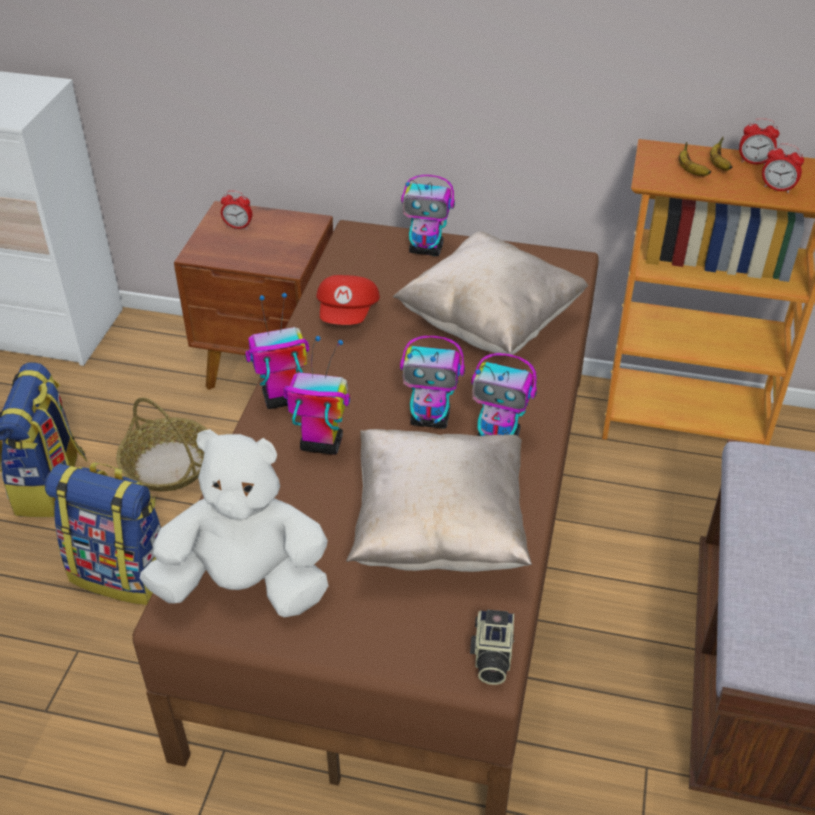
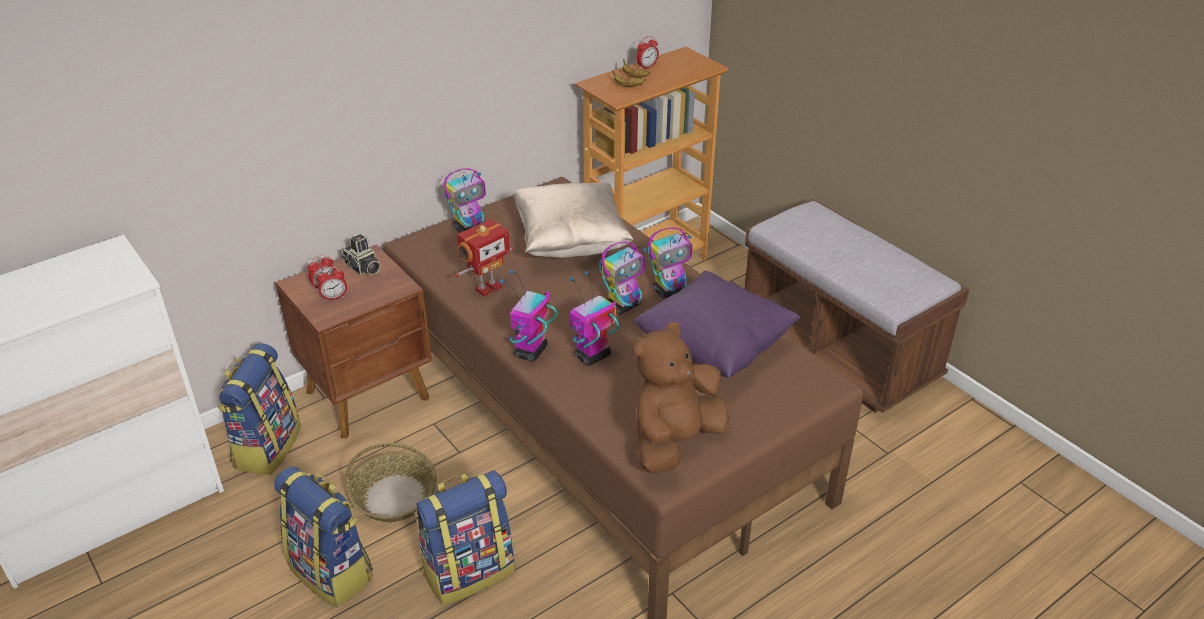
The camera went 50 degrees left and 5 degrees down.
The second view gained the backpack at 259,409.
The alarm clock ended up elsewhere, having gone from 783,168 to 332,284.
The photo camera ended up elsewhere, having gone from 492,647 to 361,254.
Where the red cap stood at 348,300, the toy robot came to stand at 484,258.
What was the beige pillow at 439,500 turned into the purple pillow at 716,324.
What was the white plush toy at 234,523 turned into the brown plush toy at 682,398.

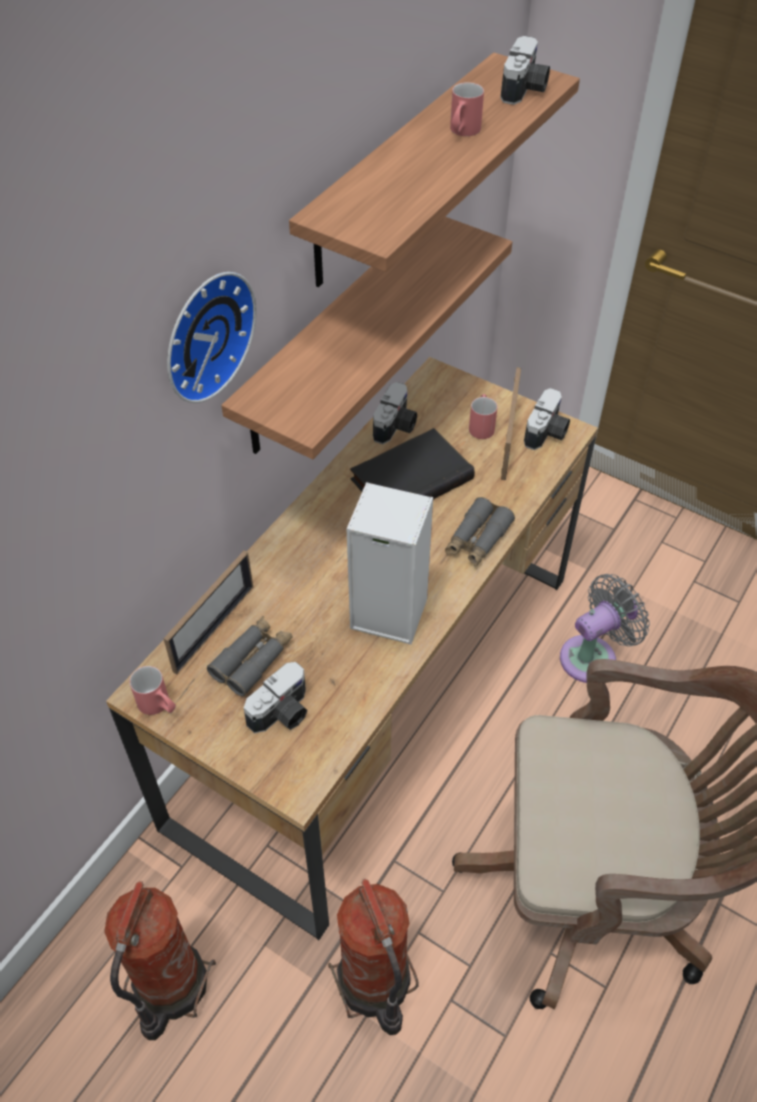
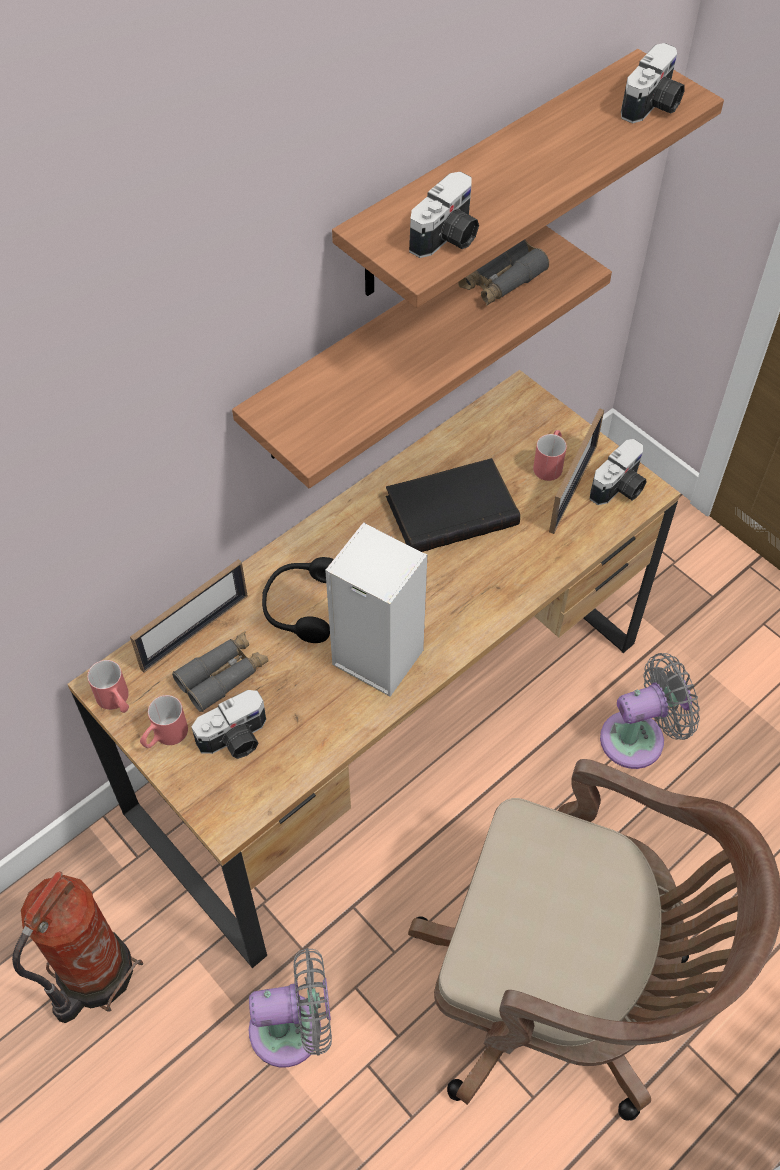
The camera went 15 degrees right and 5 degrees up.
The red mug ended up elsewhere, having gone from 467,109 to 164,721.
Where the fire extinguisher stood at 373,957, the grey fan came to stand at 290,1007.
The second view gained the black headphones at 298,600.
The photo camera ended up elsewhere, having gone from 395,413 to 444,214.
The grey binoculars ended up elsewhere, having gone from 480,532 to 503,272.
The second view lost the wall clock at 211,337.

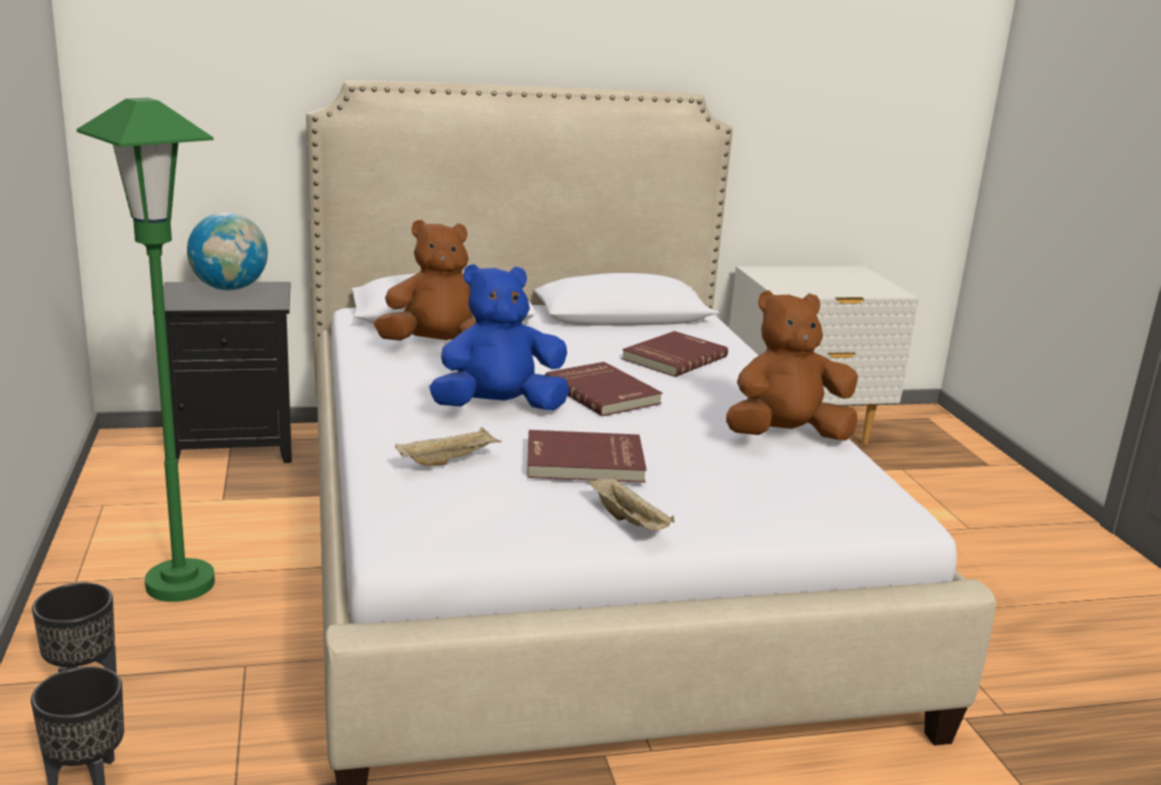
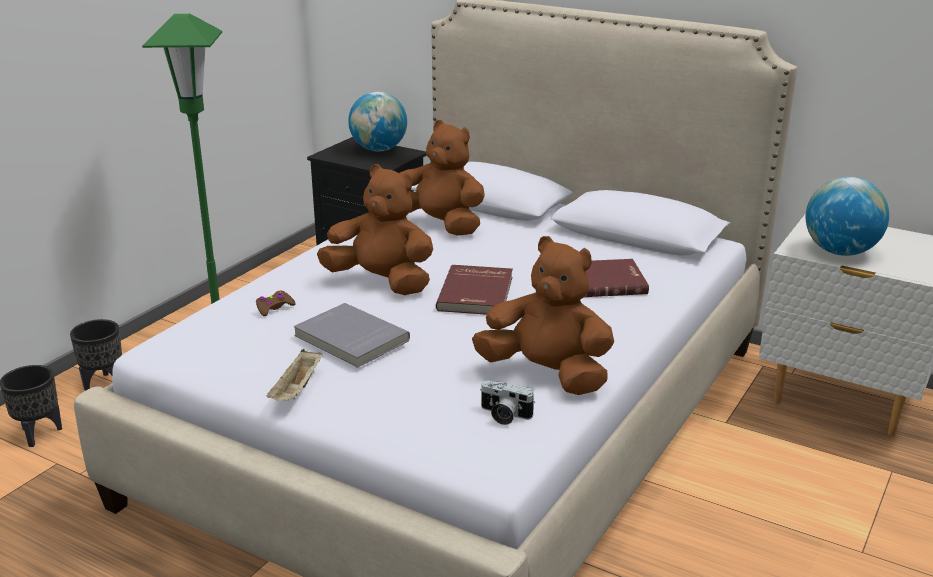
The camera went 45 degrees right and 5 degrees up.
Where the beige tray stood at 448,446, the brown game controller came to stand at 276,303.
What was the red book at 587,456 turned into the grey book at 352,335.
What was the blue plush toy at 499,337 turned into the brown plush toy at 375,229.
The second view gained the photo camera at 507,403.
The second view gained the globe at 847,216.

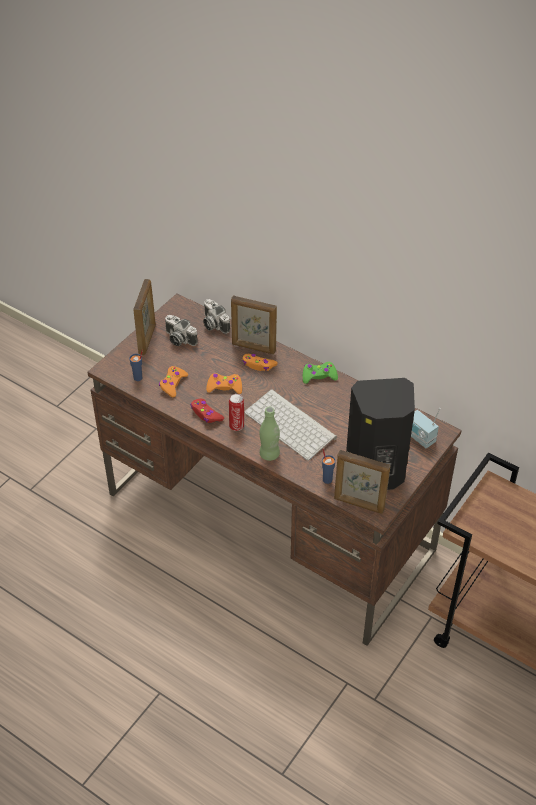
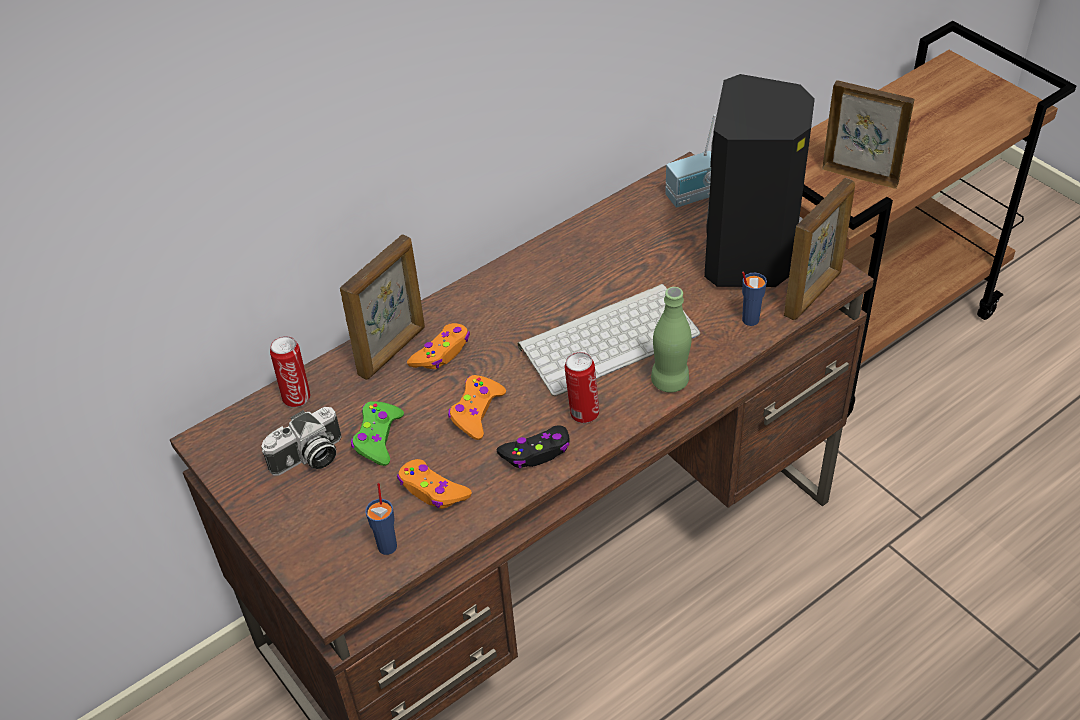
The camera went 70 degrees left and 0 degrees up.
Where the photo camera stood at 216,316, the can came to stand at 290,371.
The green game controller ended up elsewhere, having gone from 320,373 to 377,433.
What was the red game controller at 207,411 turned into the black game controller at 533,446.
The picture frame ended up elsewhere, having gone from 144,317 to 868,134.

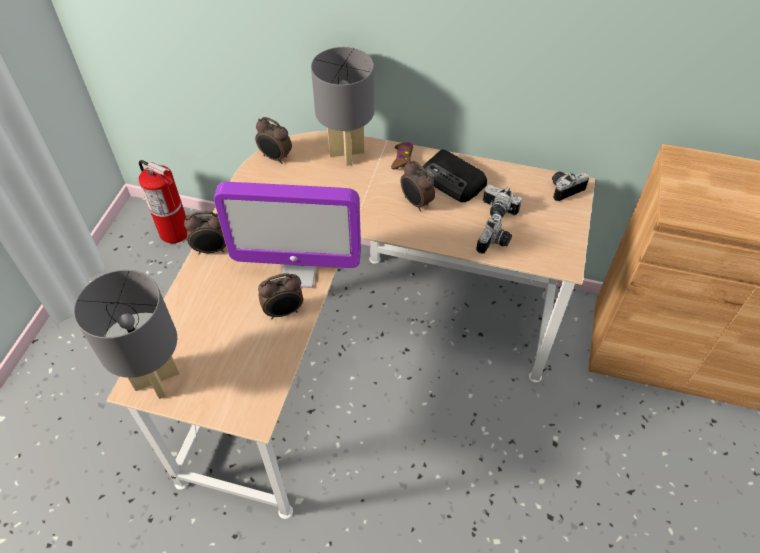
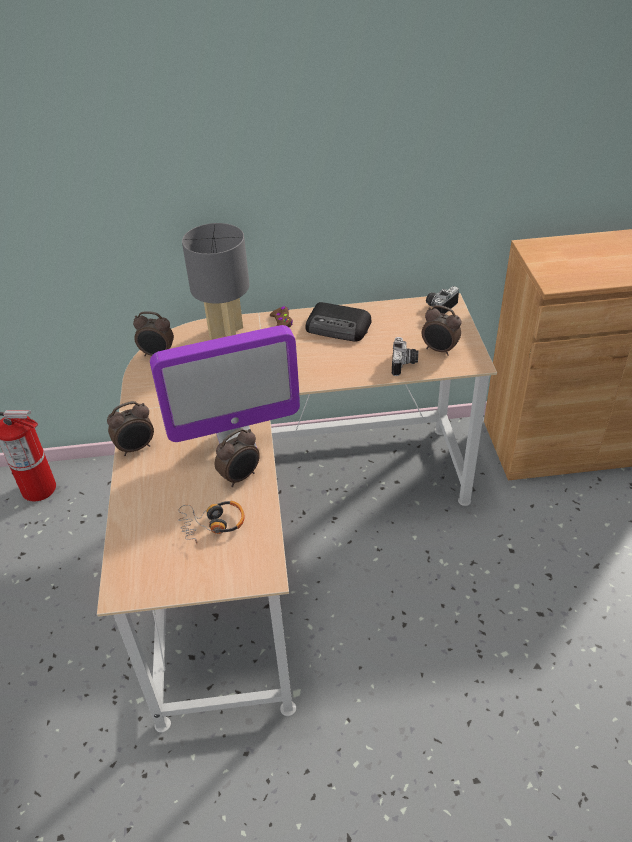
The camera went 20 degrees left and 10 degrees down.
The second view gained the headphones at 211,522.
The alarm clock ended up elsewhere, having gone from 418,185 to 441,330.
The second view lost the grey table lamp at 127,334.
The second view lost the photo camera at 502,201.

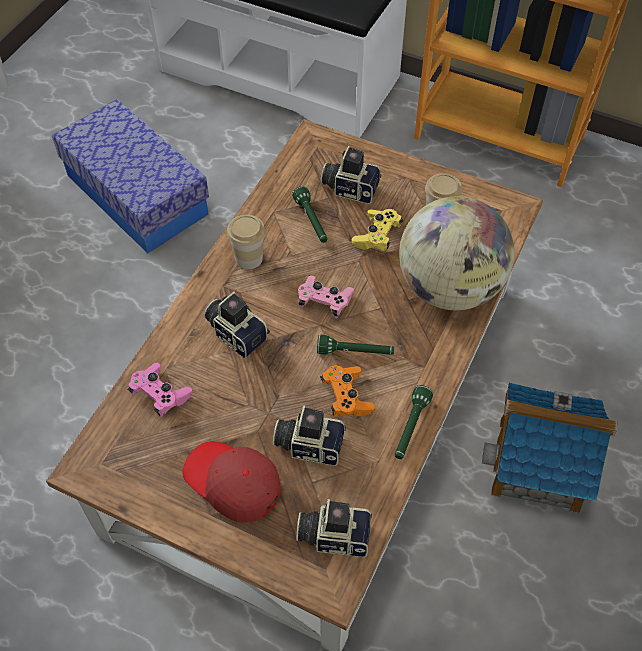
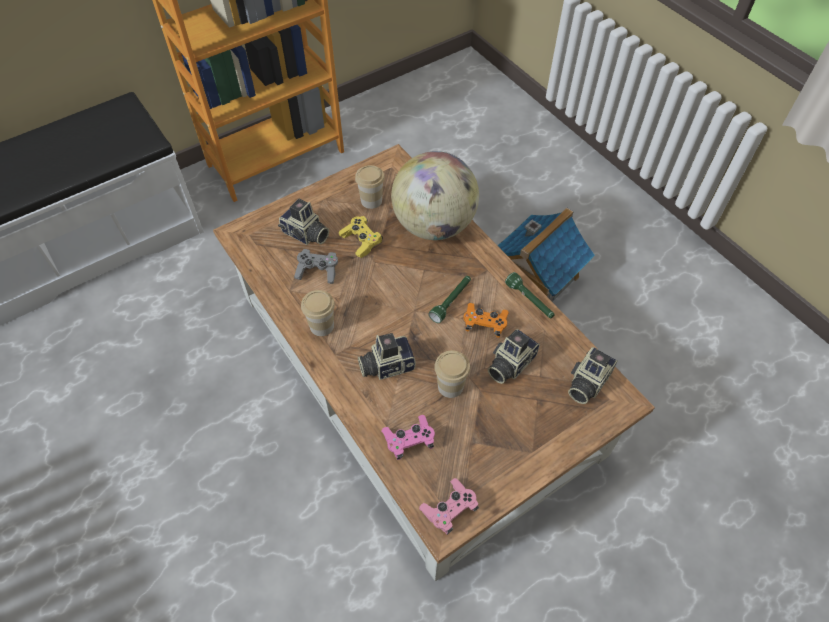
The camera went 60 degrees left and 0 degrees up.
The photo camera at 351,175 ended up facing another way, 105 degrees counterclockwise from before.
Where the green flashlight stood at 309,214, the grey game controller came to stand at 316,266.
The pink game controller ended up elsewhere, having gone from 326,297 to 449,506.
The second view gained the cup at 452,374.
The second view lost the storage box at 130,176.
The second view lost the red cap at 232,482.

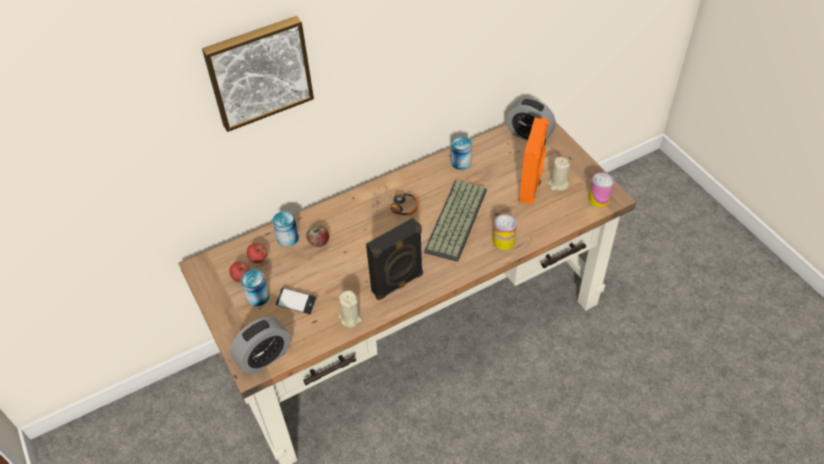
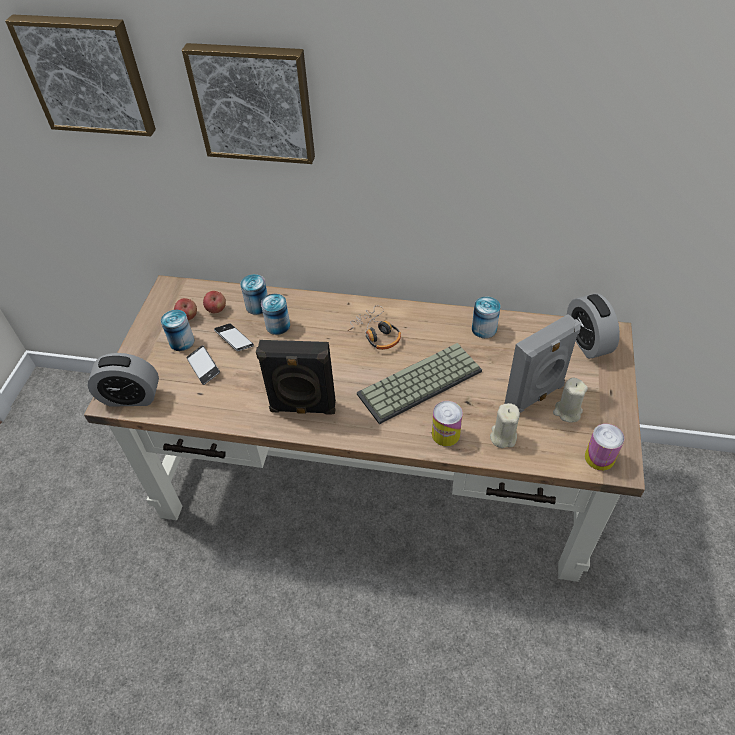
The camera went 40 degrees right and 0 degrees up.
The second view gained the picture at 80,75.
The second view gained the phone at 234,337.
Where the apple stood at 317,236, the can came to stand at 275,314.
The beige candle ended up elsewhere, having gone from 350,309 to 505,425.
What was the orange speaker at 534,161 turned into the grey speaker at 542,363.

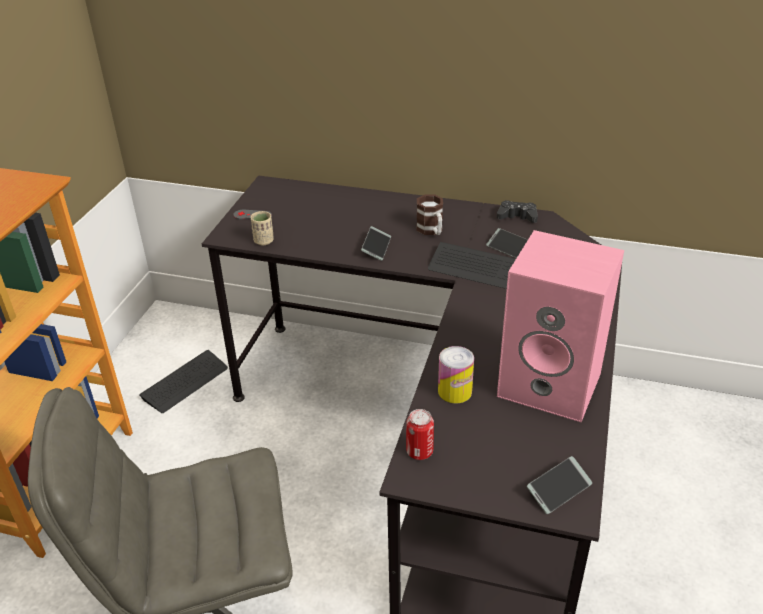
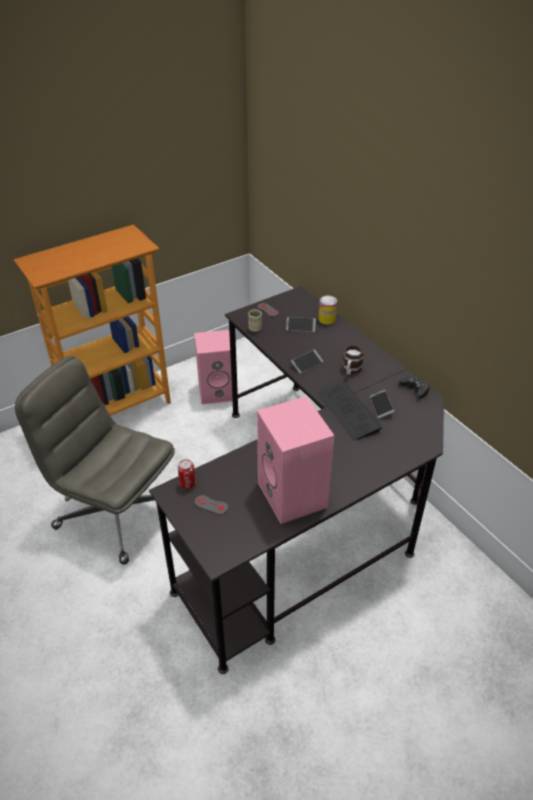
The camera went 40 degrees right and 5 degrees up.
Where the keyboard stood at 183,381, the pink speaker came to stand at 213,367.
The second view gained the grey game controller at 211,504.
The phone ended up elsewhere, having gone from 559,485 to 301,324.
The can ended up elsewhere, having gone from 456,374 to 328,310.

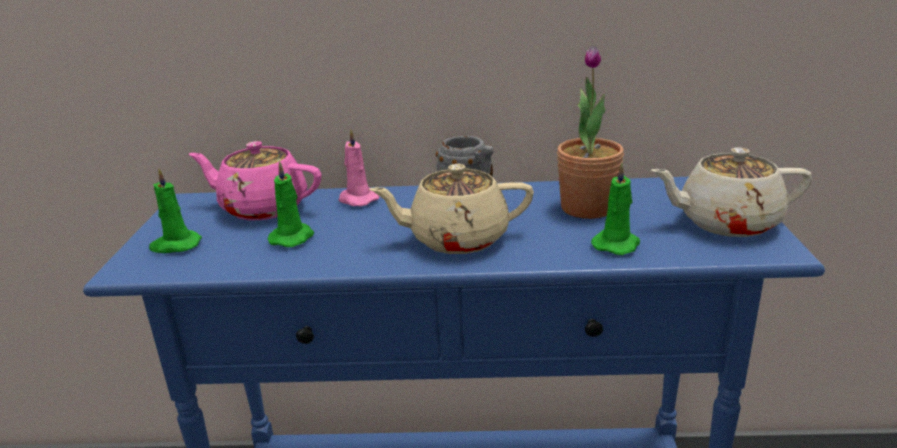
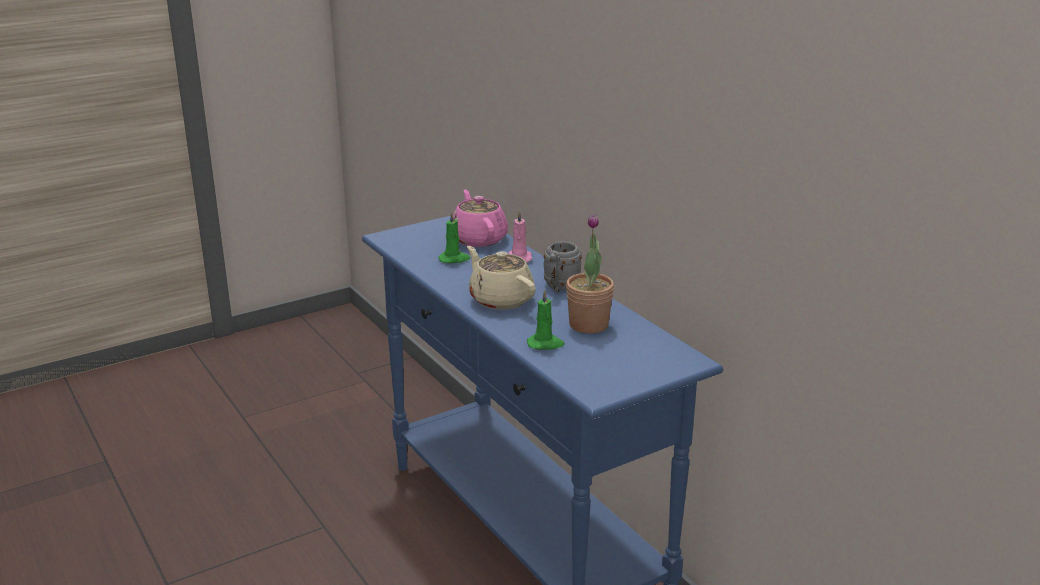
The camera went 55 degrees right and 0 degrees up.
The second view lost the green candle at 175,210.
The second view lost the beige teapot at 732,192.

